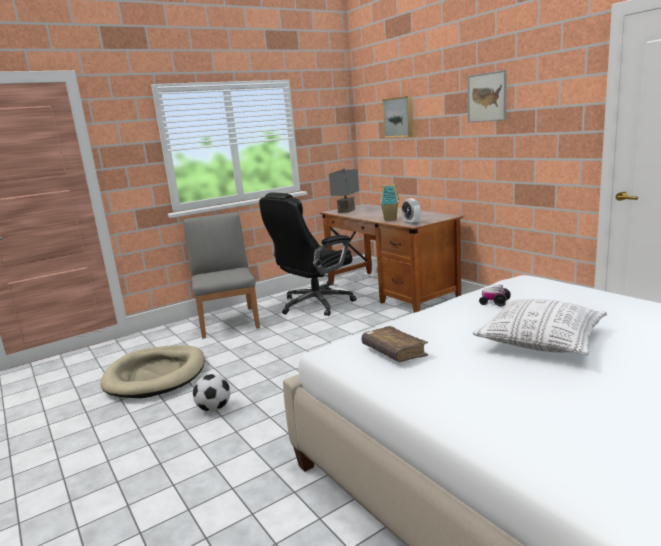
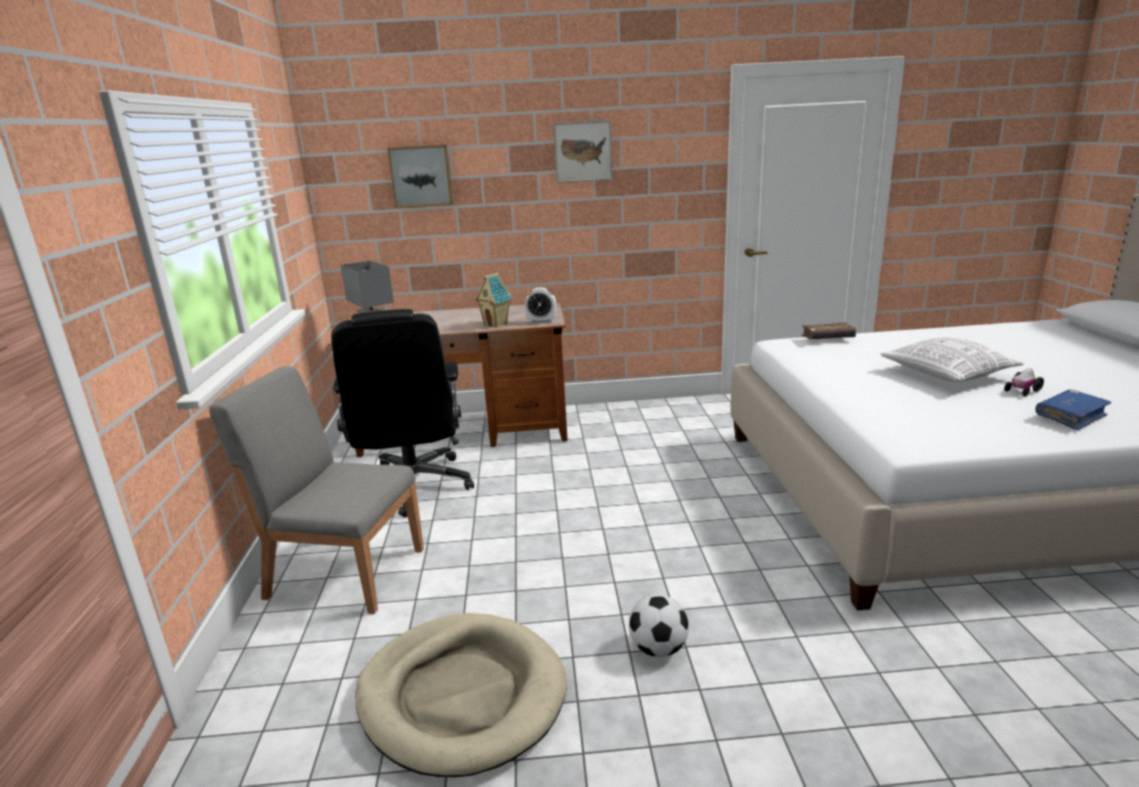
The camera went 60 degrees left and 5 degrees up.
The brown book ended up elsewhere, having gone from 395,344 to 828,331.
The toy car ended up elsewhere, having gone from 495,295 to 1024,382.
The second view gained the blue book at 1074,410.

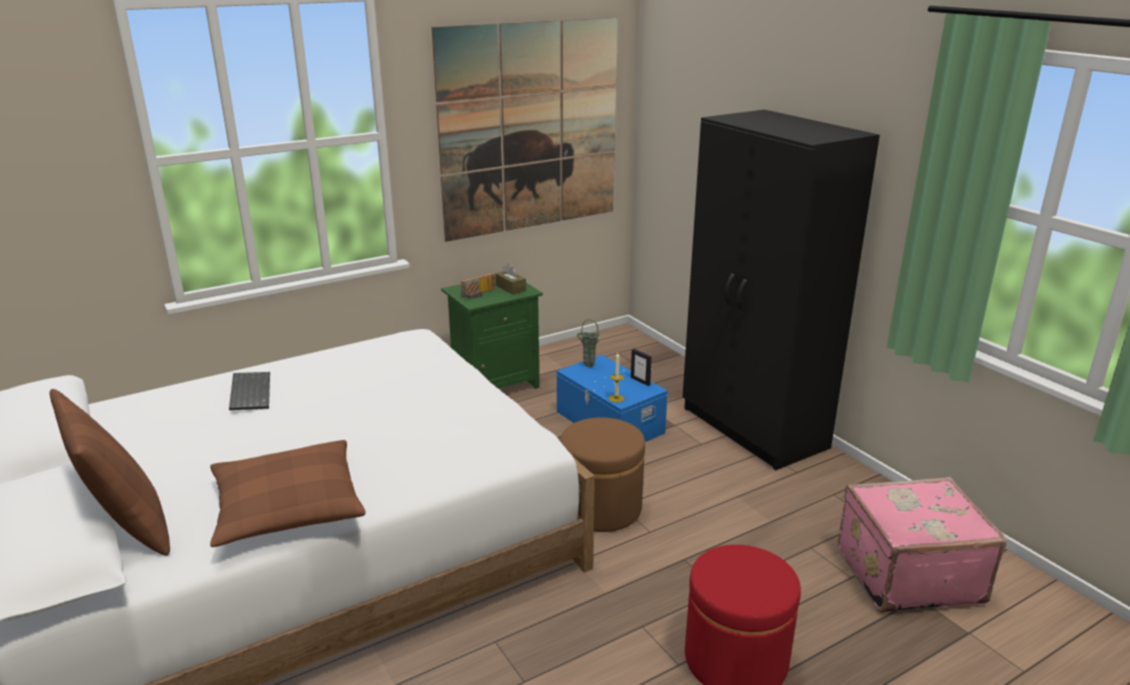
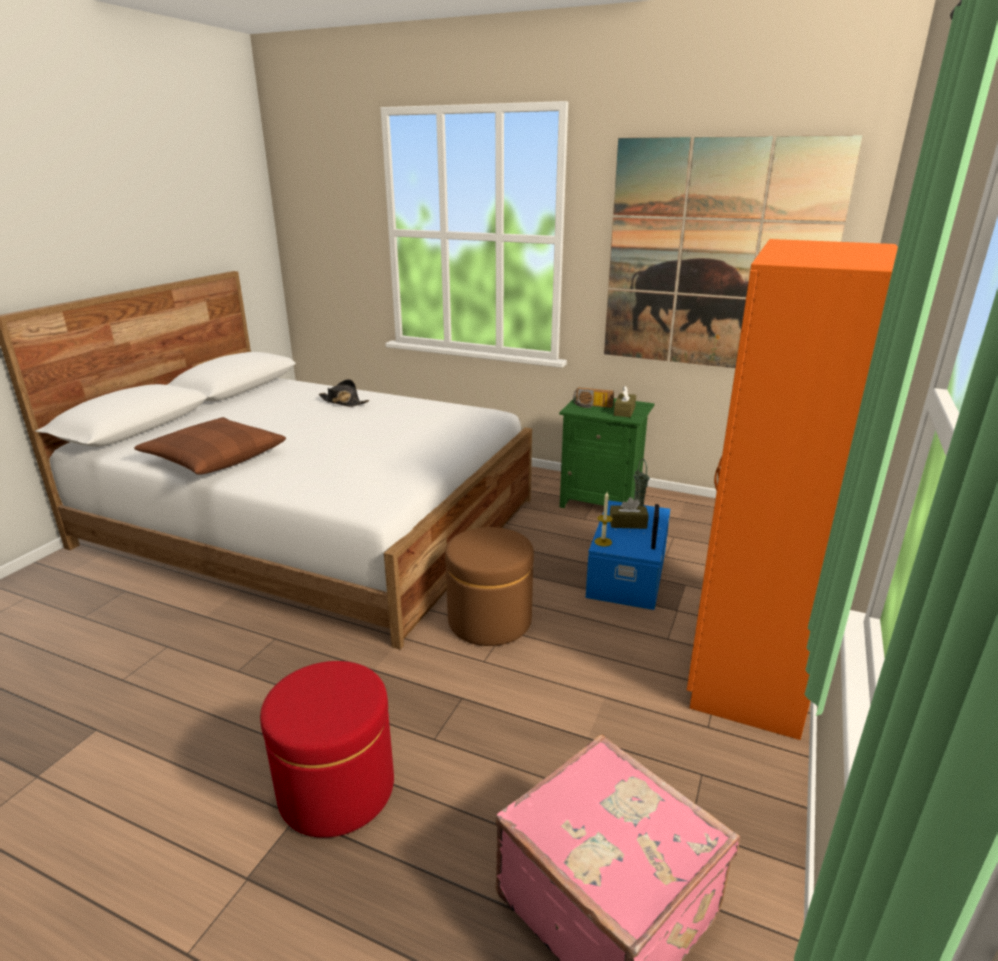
The camera went 55 degrees right and 0 degrees up.
Where the keyboard stood at 249,391, the black hat came to stand at 344,393.
The second view gained the brown tissue box at 629,513.
What was the black wardrobe at 781,290 turned into the orange wardrobe at 792,489.
The second view lost the brown pillow at 110,472.

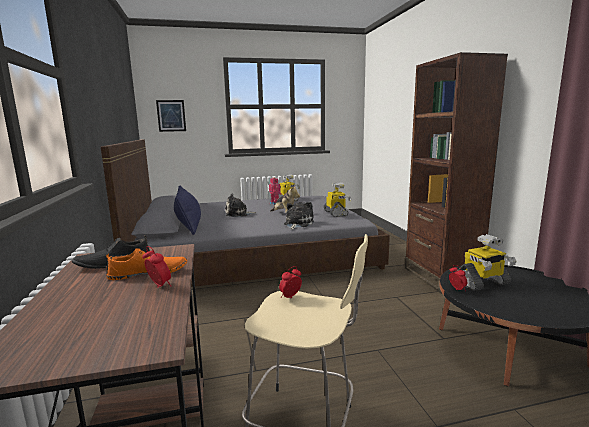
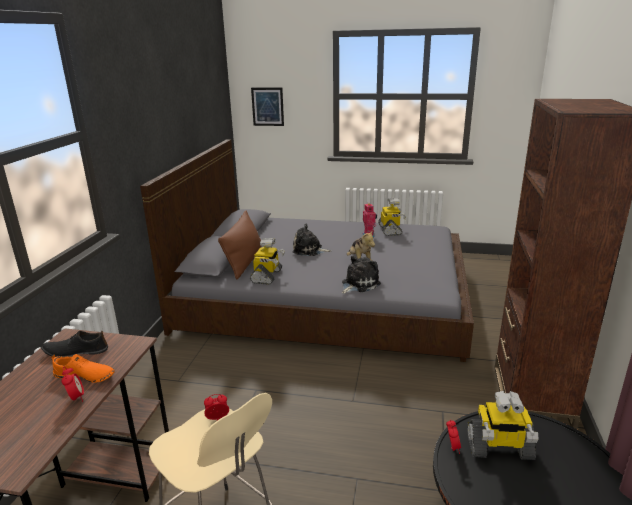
The camera went 25 degrees right and 10 degrees up.
What was the blue pillow at 187,210 turned into the brown pillow at 240,245.
The toy robot ended up elsewhere, having gone from 337,199 to 267,261.

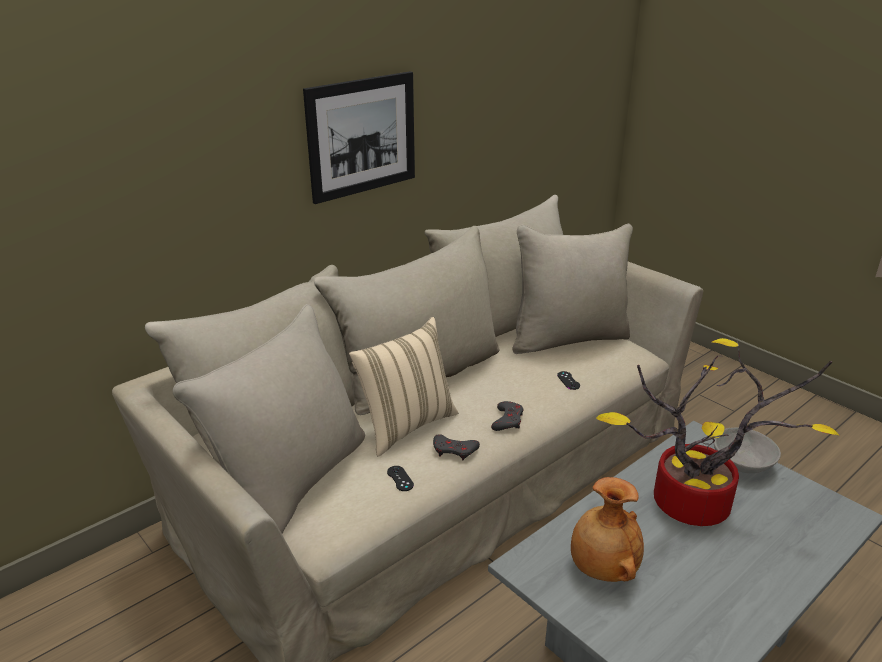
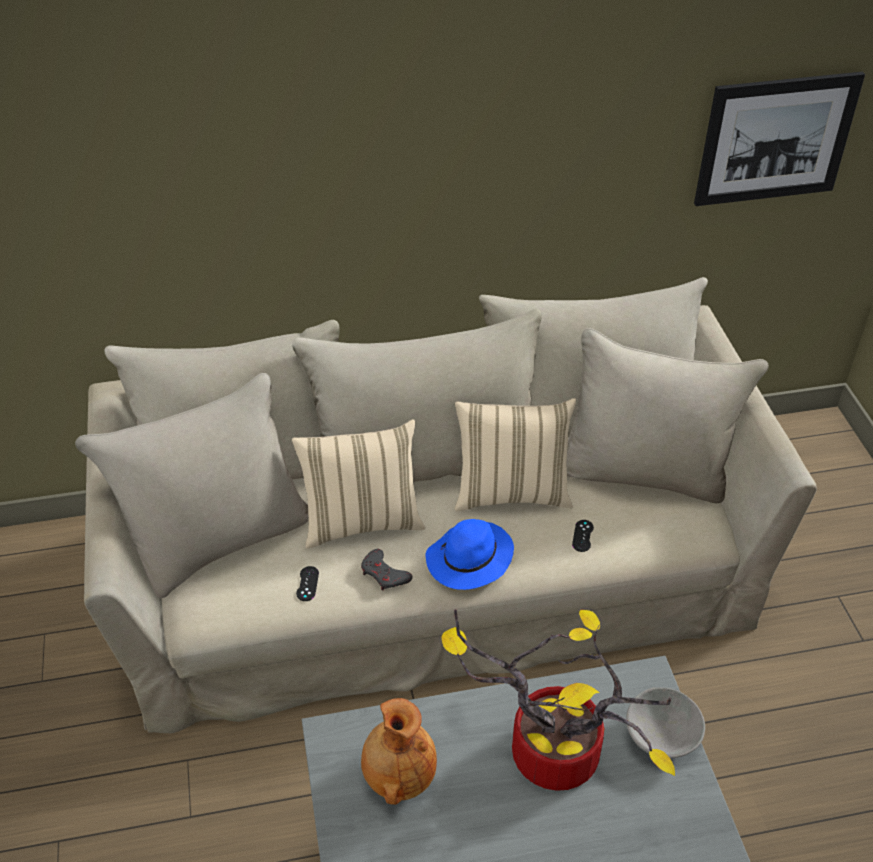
The camera went 30 degrees right and 15 degrees up.
Where the grey game controller stood at 507,416, the blue hat came to stand at 469,554.
The second view gained the beige pillow at 515,454.
The picture ended up elsewhere, having gone from 359,137 to 779,139.

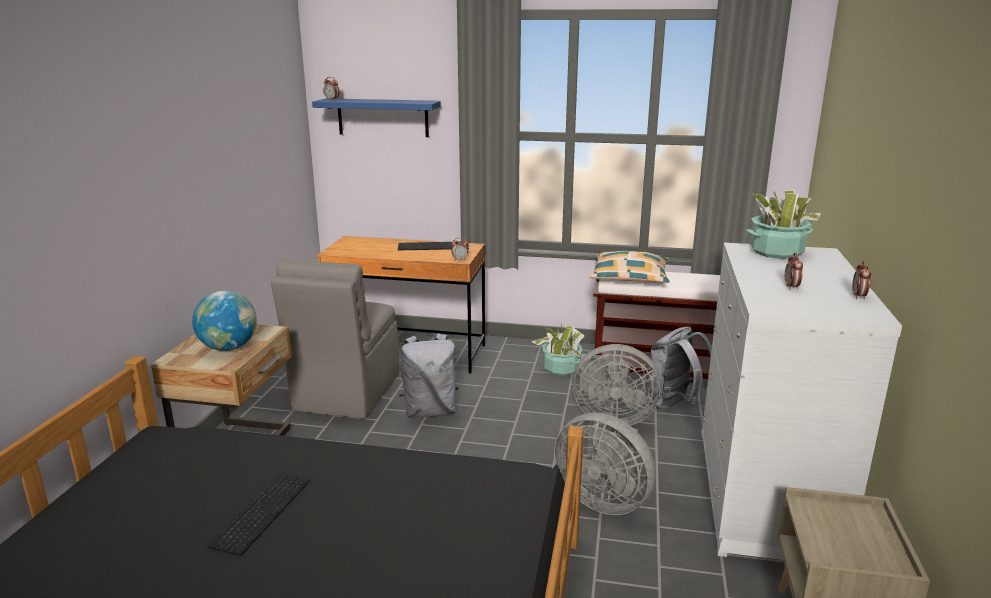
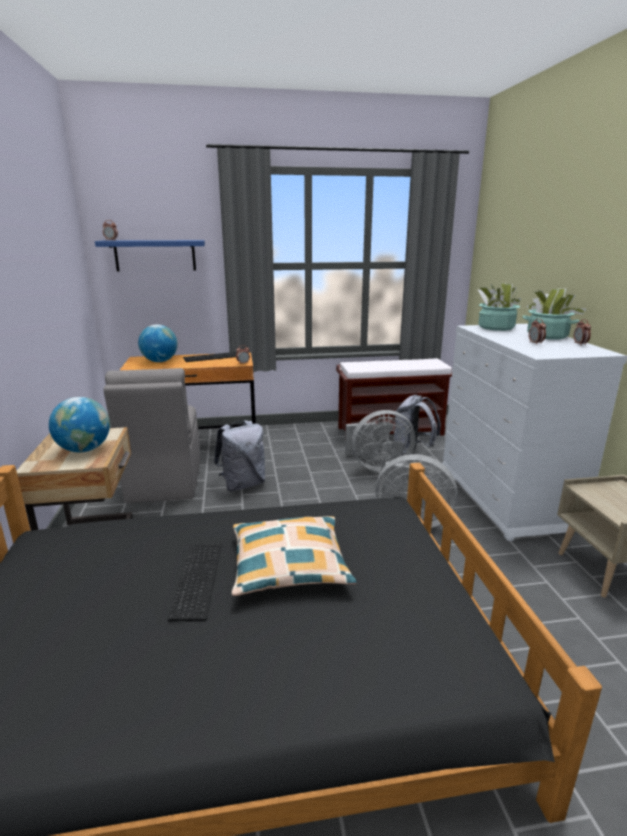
The camera went 20 degrees left and 0 degrees up.
The second view gained the globe at 158,343.
The pillow ended up elsewhere, having gone from 630,267 to 294,556.
The potted plant ended up elsewhere, having gone from 558,350 to 554,314.

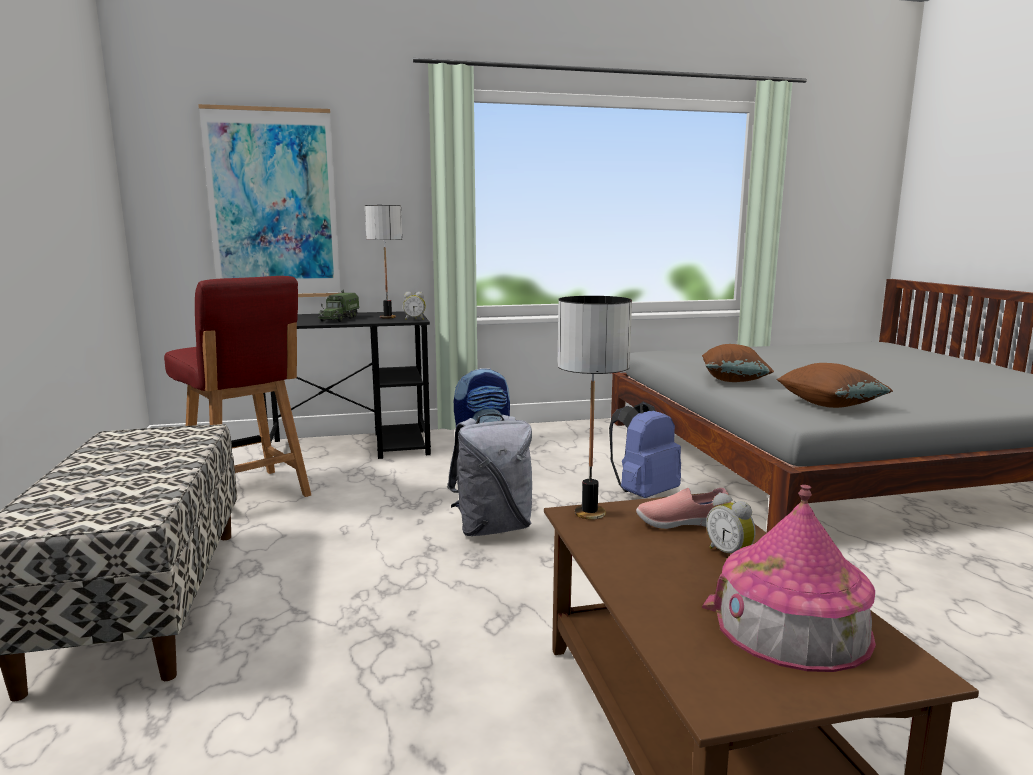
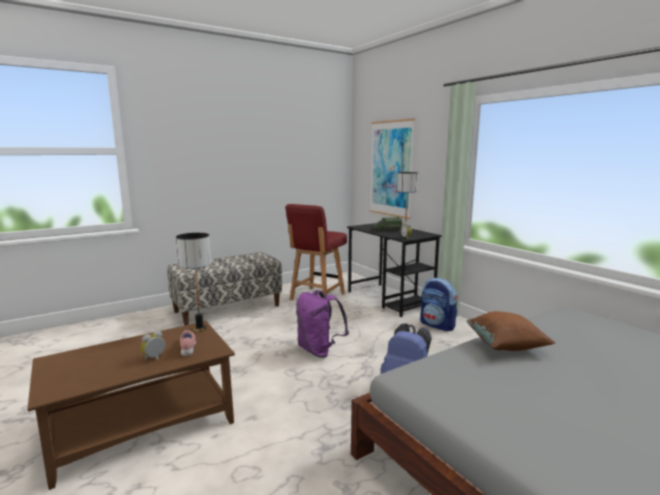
The camera went 70 degrees right and 0 degrees up.
What was the grey backpack at 489,475 turned into the purple backpack at 322,324.
The second view lost the toy house at 789,578.
The second view lost the brown pillow at 834,385.

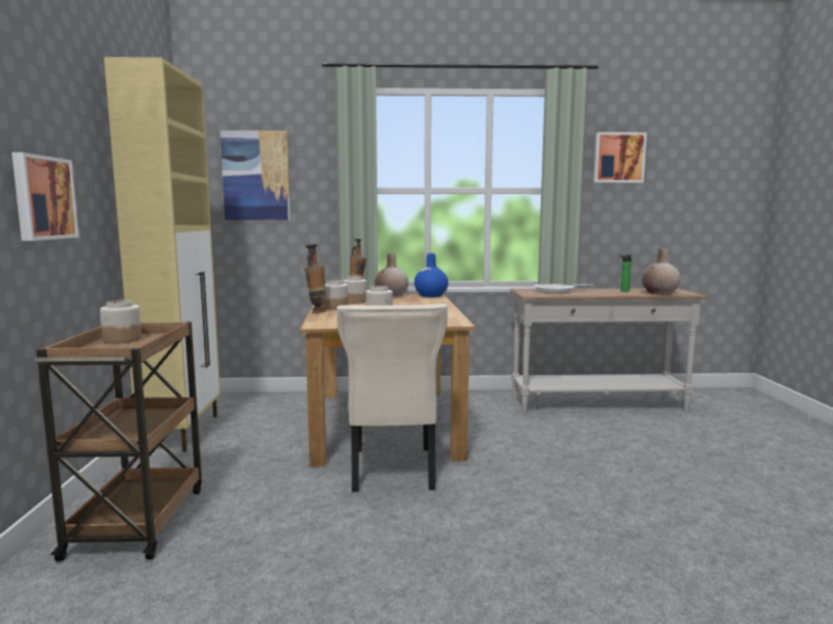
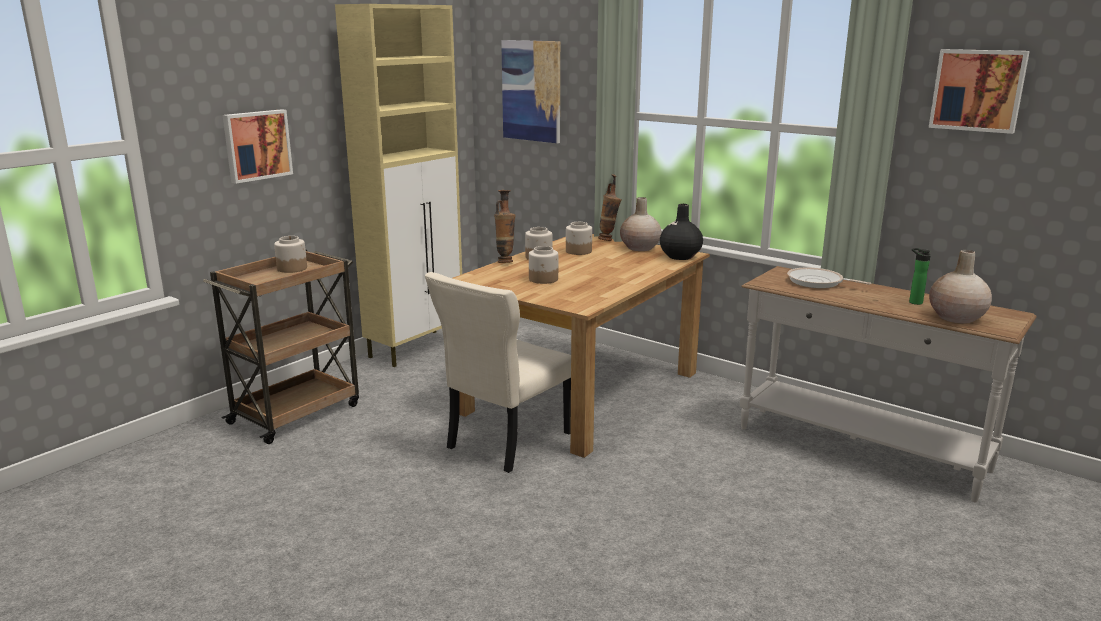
The camera went 40 degrees right and 10 degrees up.
What was the blue vase at 431,275 turned into the black vase at 681,232.

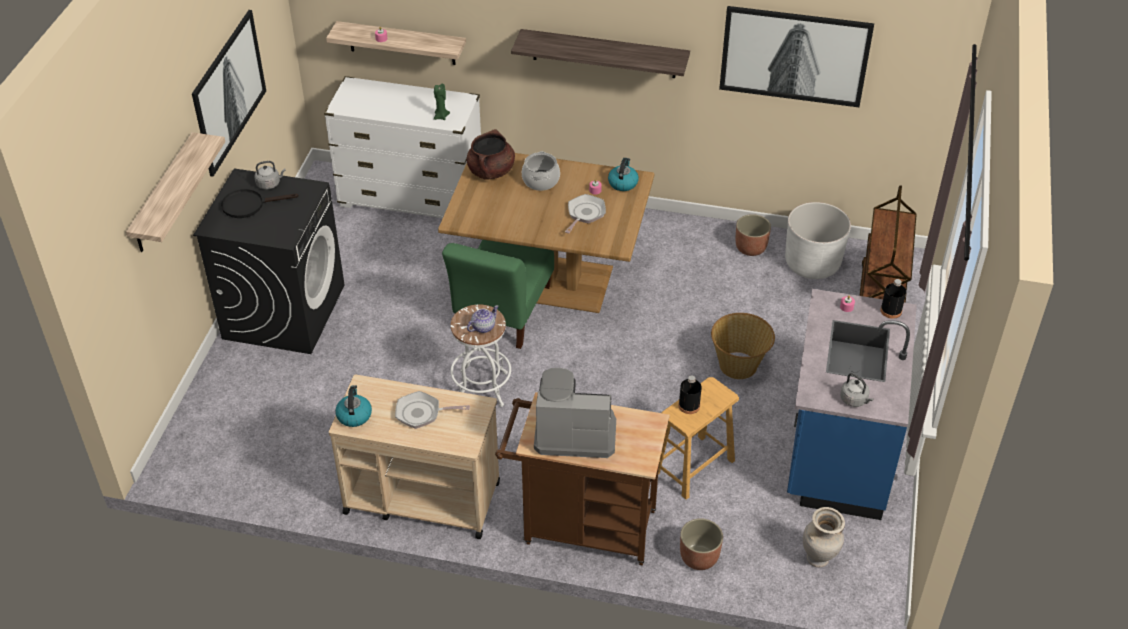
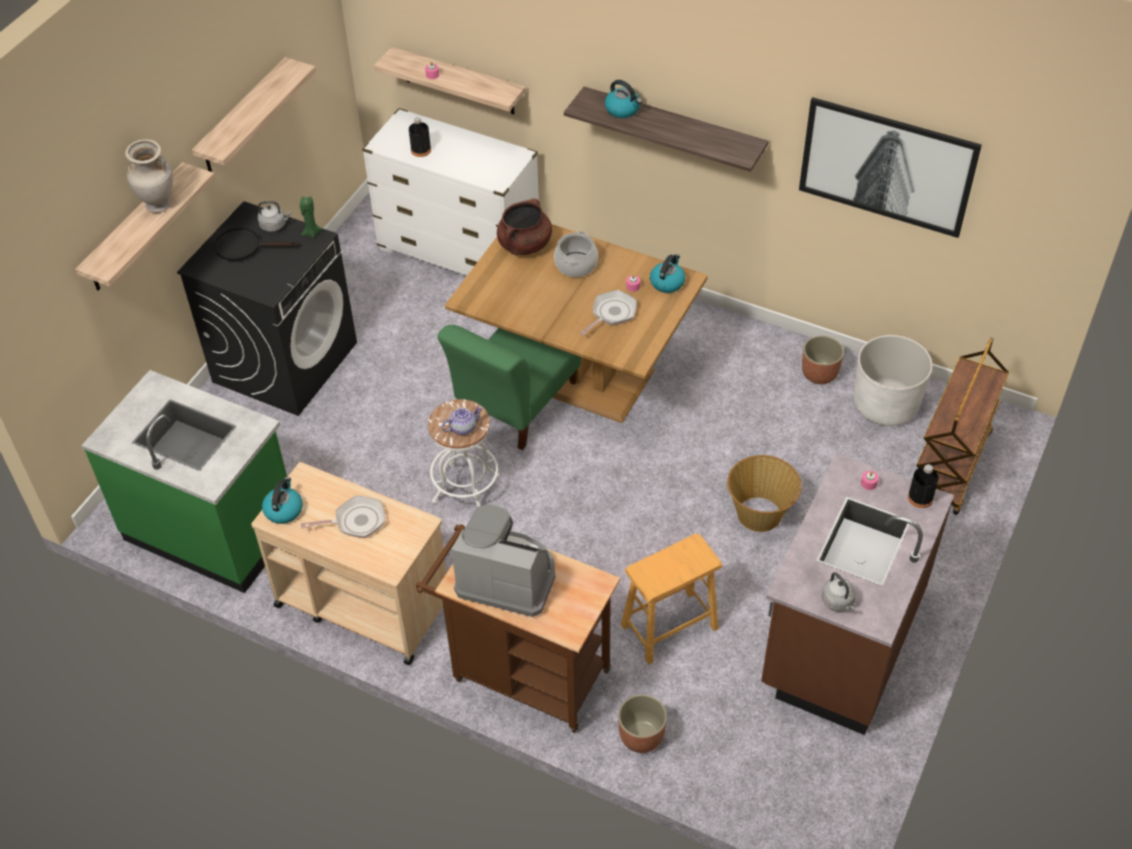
The camera went 15 degrees right and 5 degrees up.
The second view gained the green counter at 184,481.
The beige vase ended up elsewhere, having gone from 824,537 to 149,176.
Where the picture hung at 229,93, the shelf came to hang at 254,114.
The green candle ended up elsewhere, having gone from 442,102 to 311,217.
The frying pan at 432,410 ended up facing another way, 150 degrees clockwise from before.
The black bottle ended up elsewhere, having gone from 690,394 to 420,137.
The second view gained the kettle at 623,99.
What was the blue counter at 852,404 turned into the brown counter at 857,594.

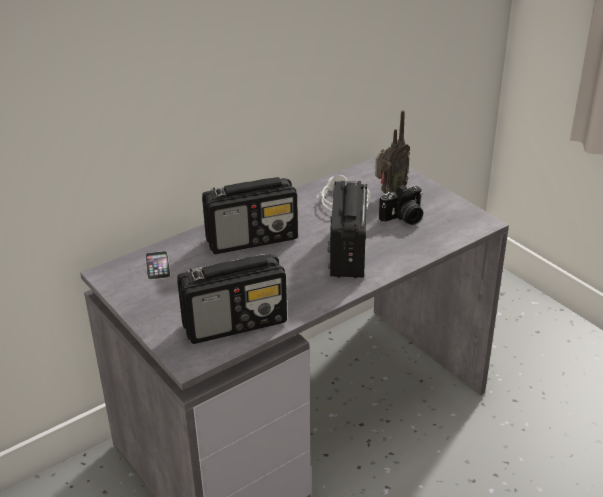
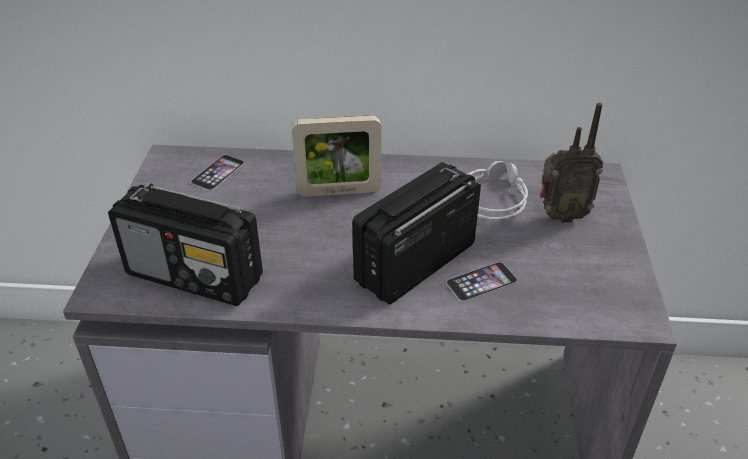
The camera went 40 degrees right and 5 degrees up.
Where the radio stood at 250,215, the picture frame came to stand at 337,156.
The second view gained the phone at 481,281.
The second view lost the photo camera at 401,205.

